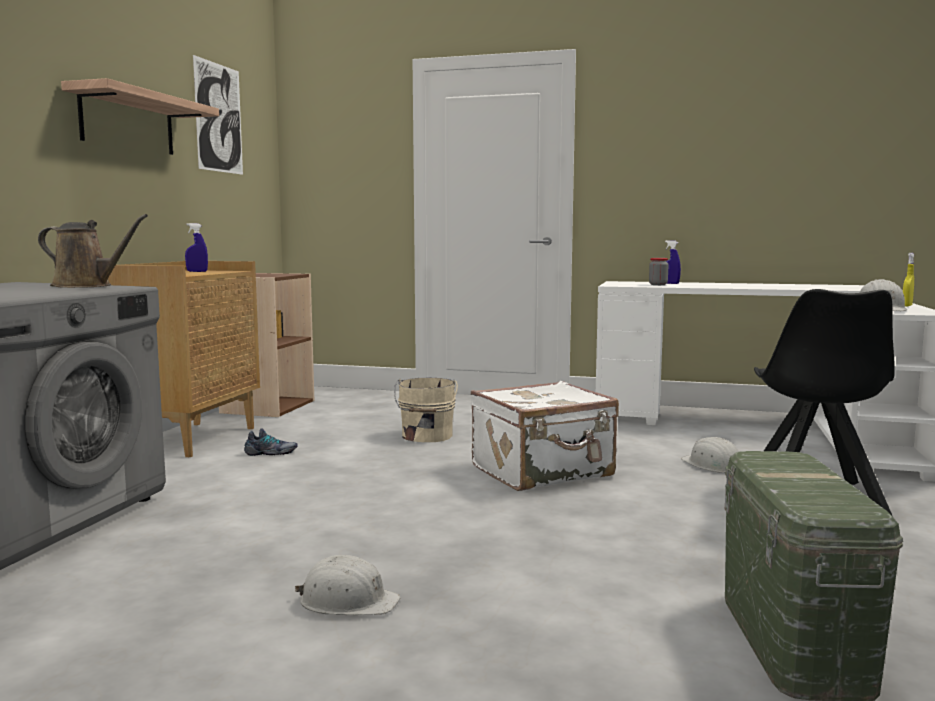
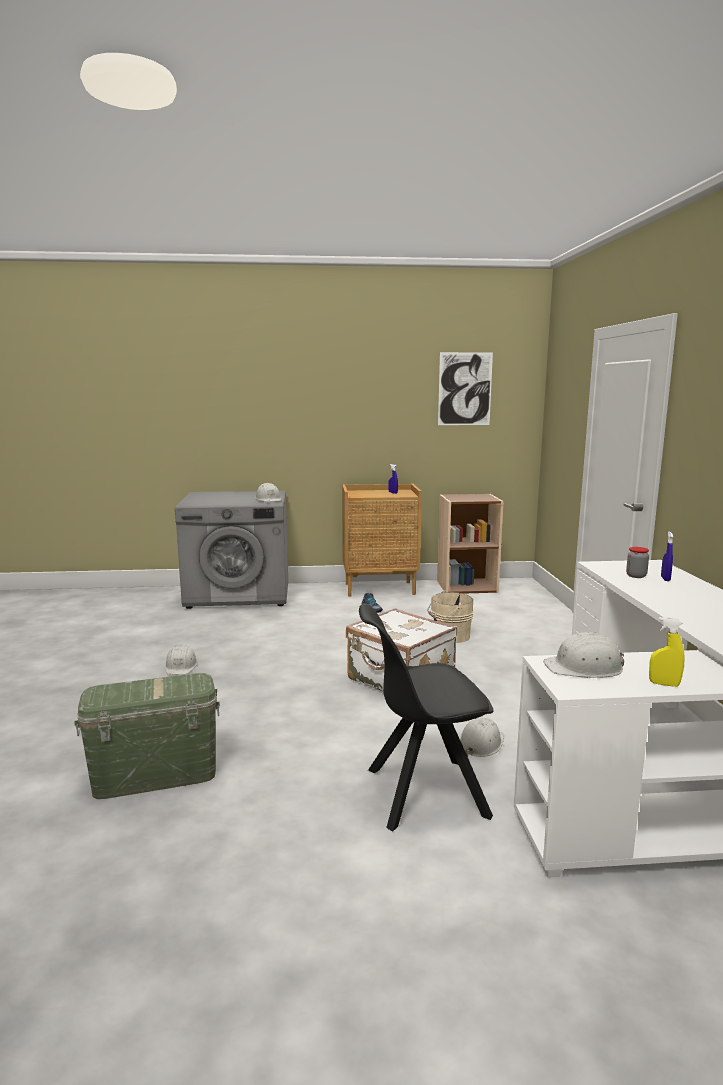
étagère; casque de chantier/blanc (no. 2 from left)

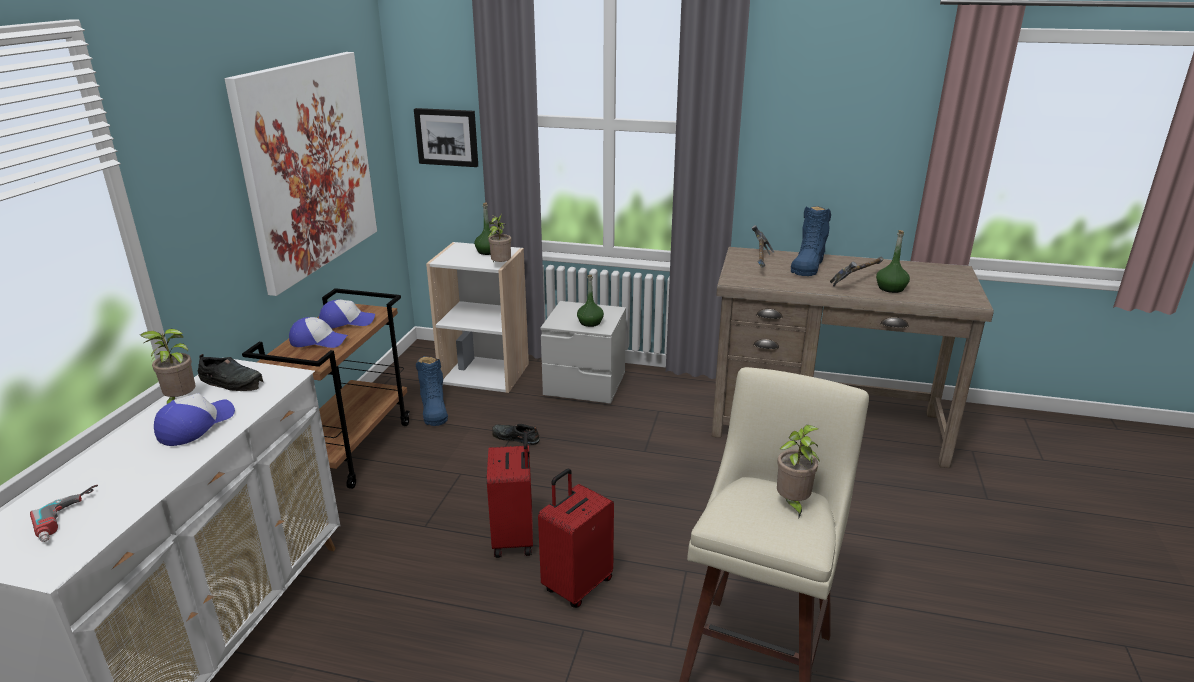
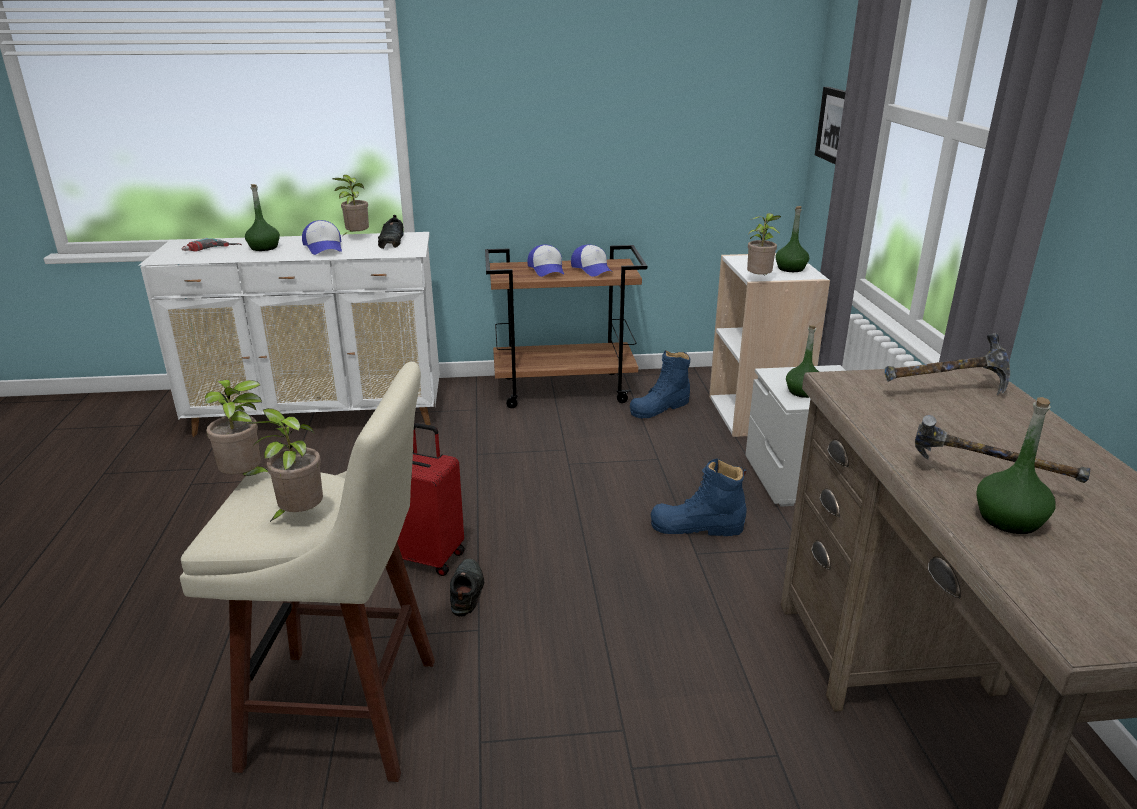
tableau (no. 1 from left in the first image); valise/rouge (no. 1 from left in the first image); plante en pot (no. 1 from left); bouteille/vert (no. 1 from left); chaussure/noir (no. 2 from left); botte/bleu (no. 2 from left); casquette (no. 1 from left)

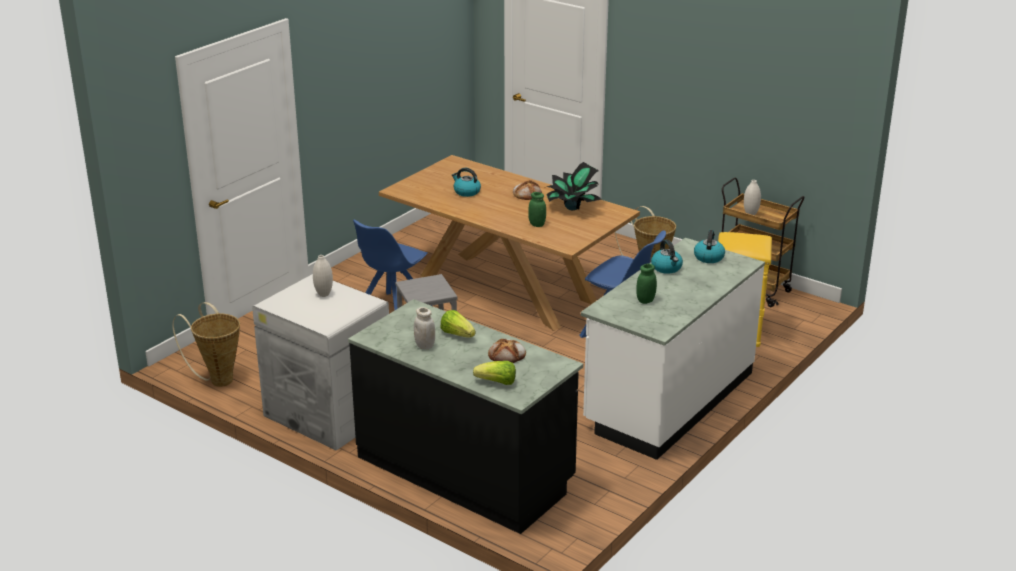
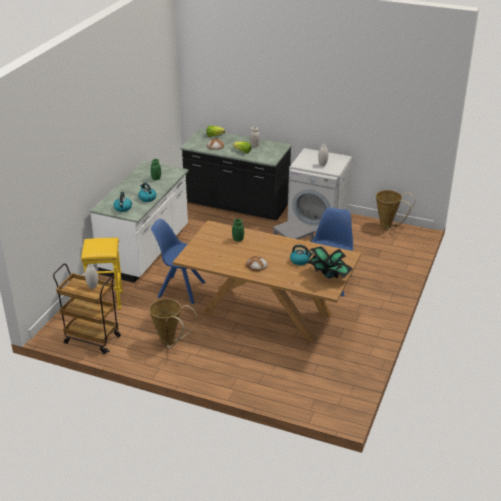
plante en pot

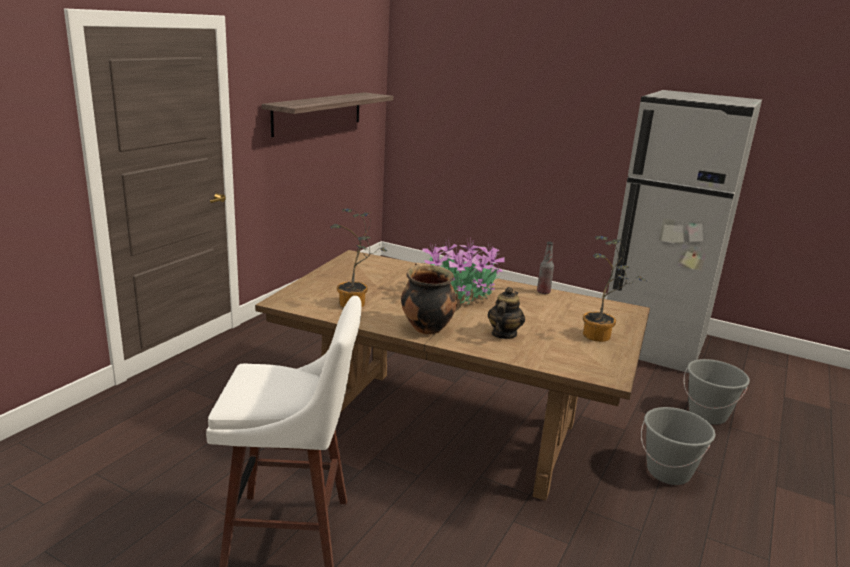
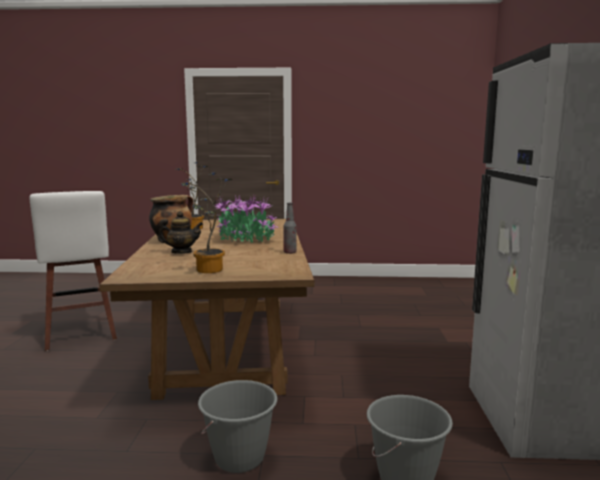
étagère

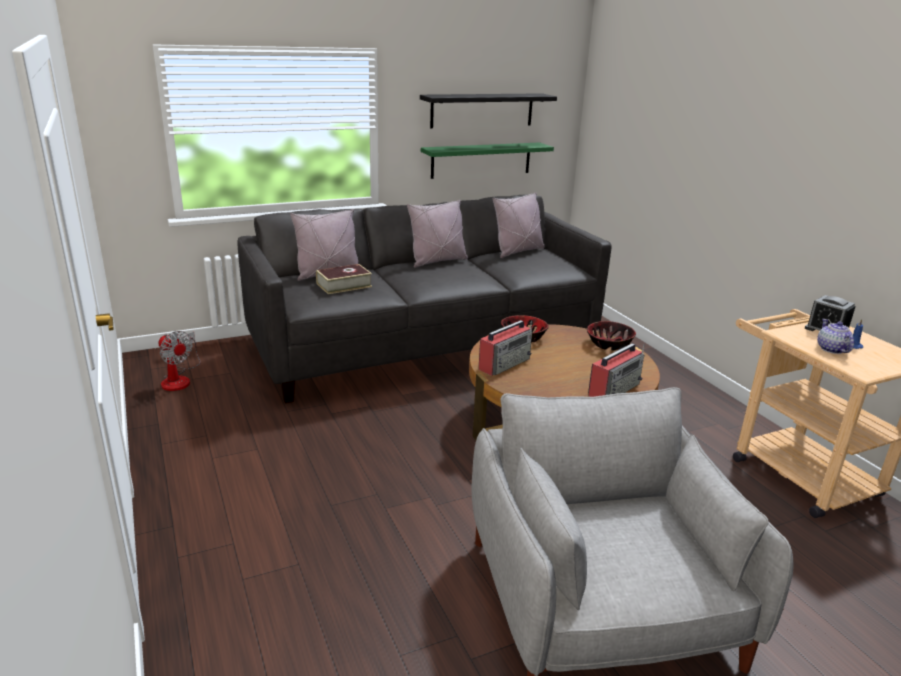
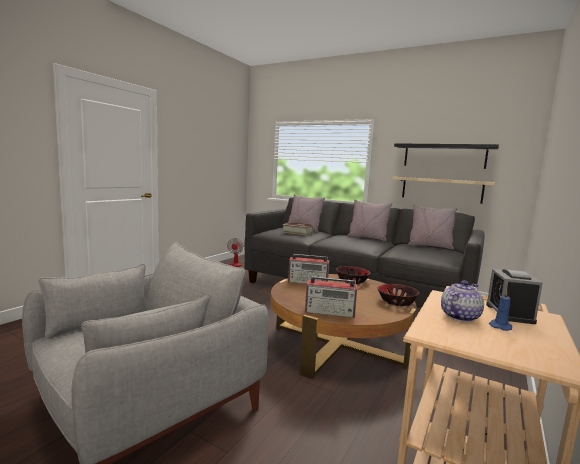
étagère/beige

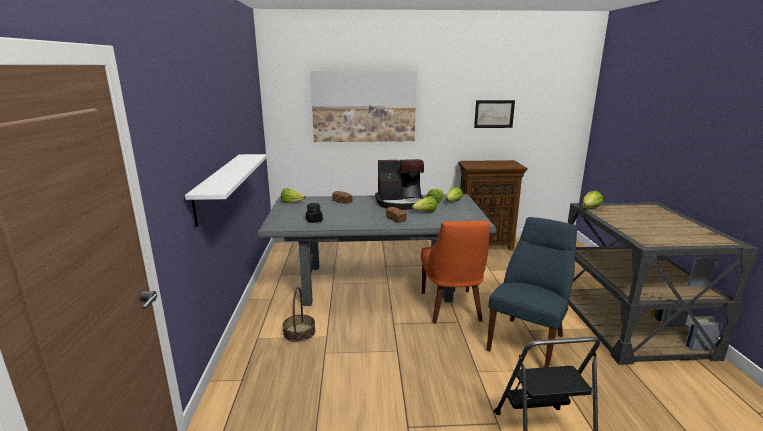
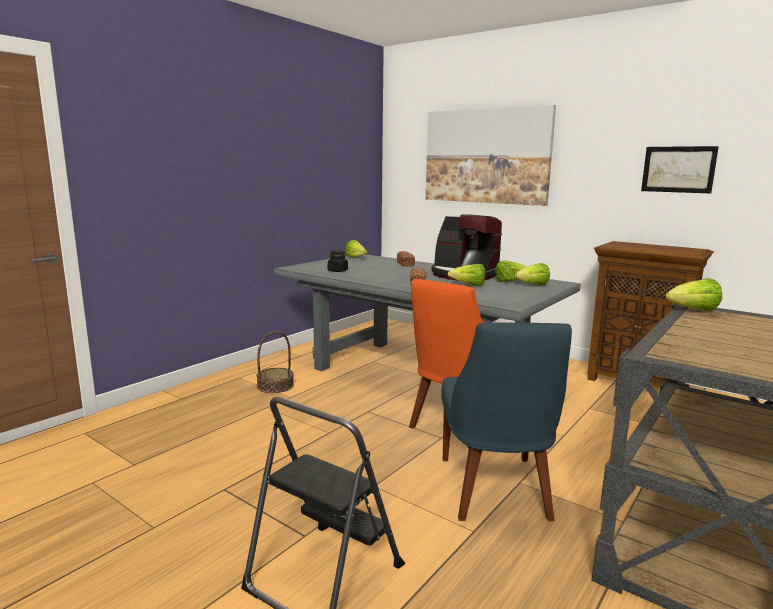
étagère/blanc; chaise/bleu

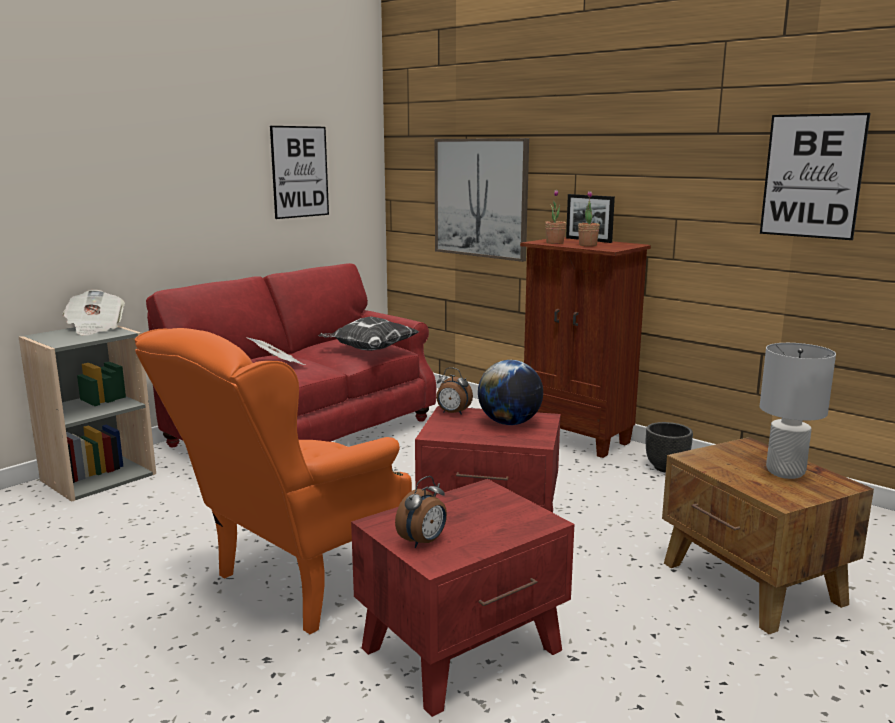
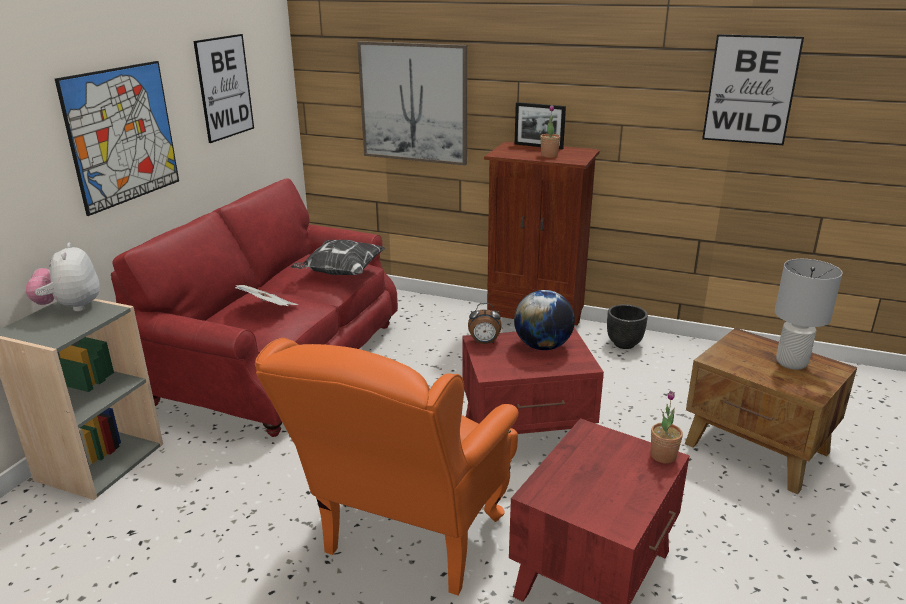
réveil (no. 1 from left in the first image); tableau (no. 1 from left); plante en pot (no. 2 from left); peluche

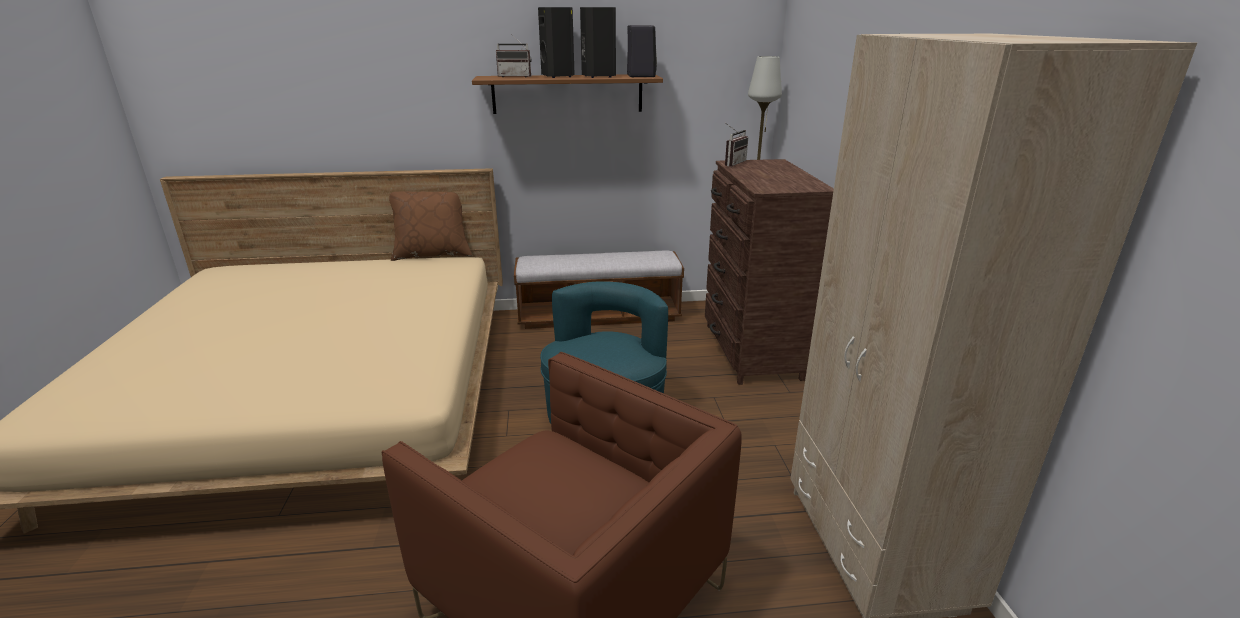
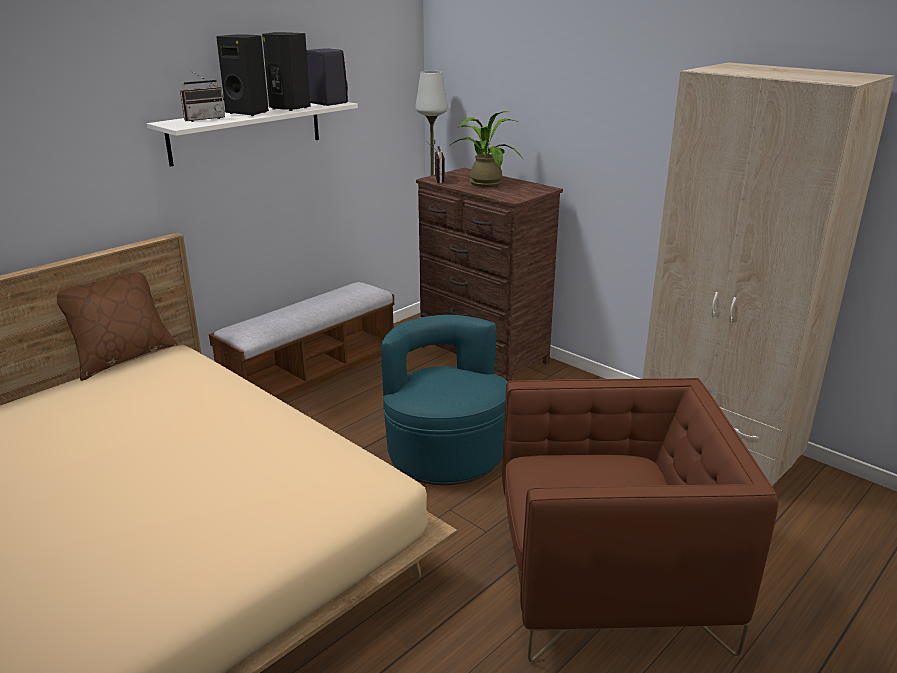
plante en pot; étagère/blanc

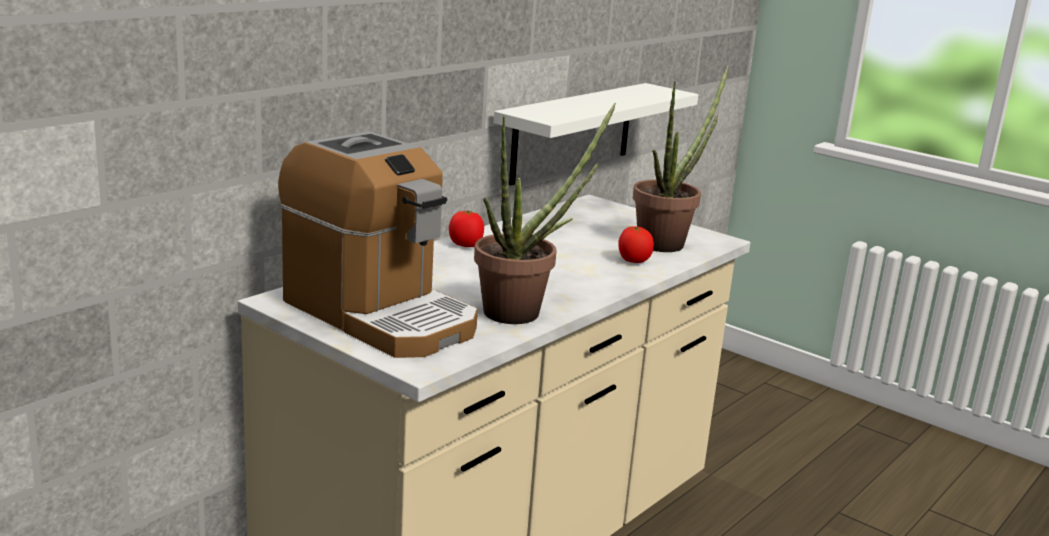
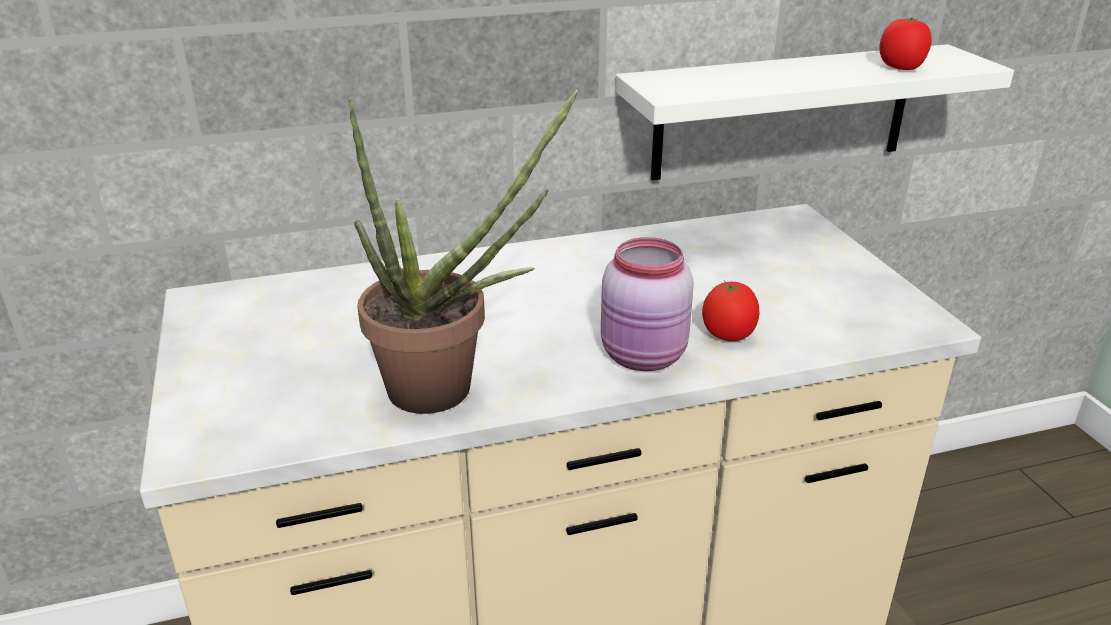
machine à café; plante en pot (no. 2 from left in the first image); bocal/rose; tomate (no. 2 from left)

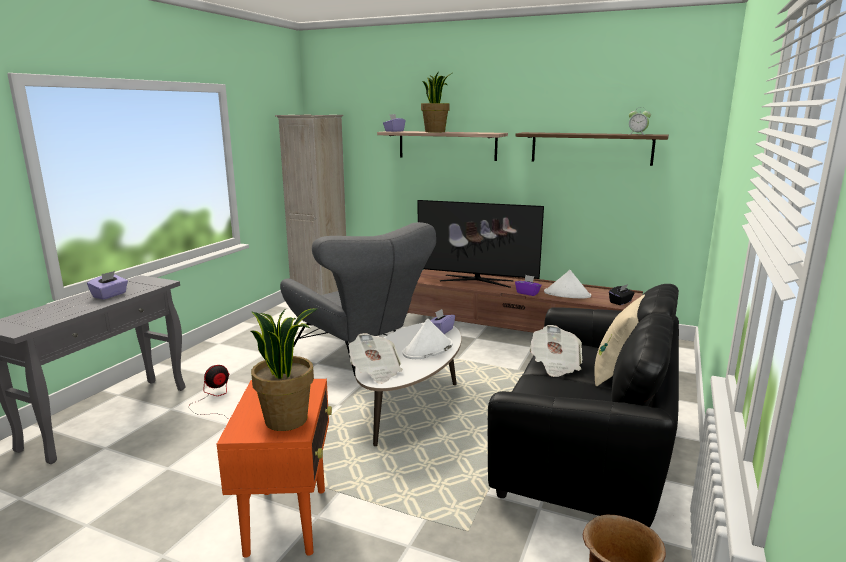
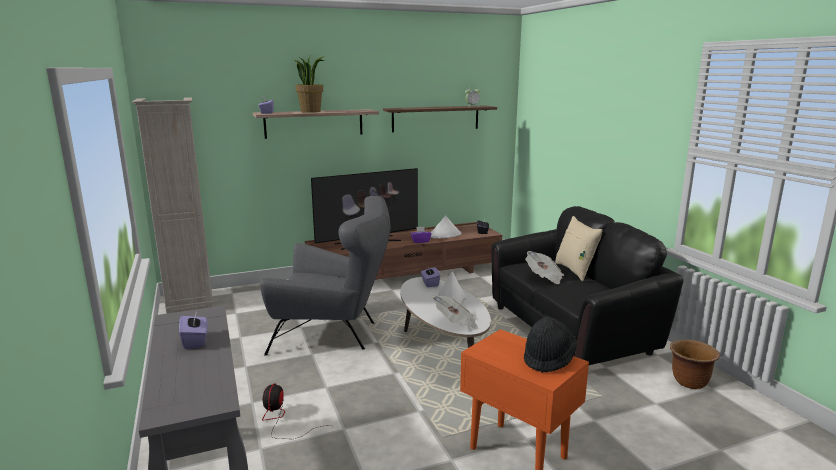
chapeau/noir

